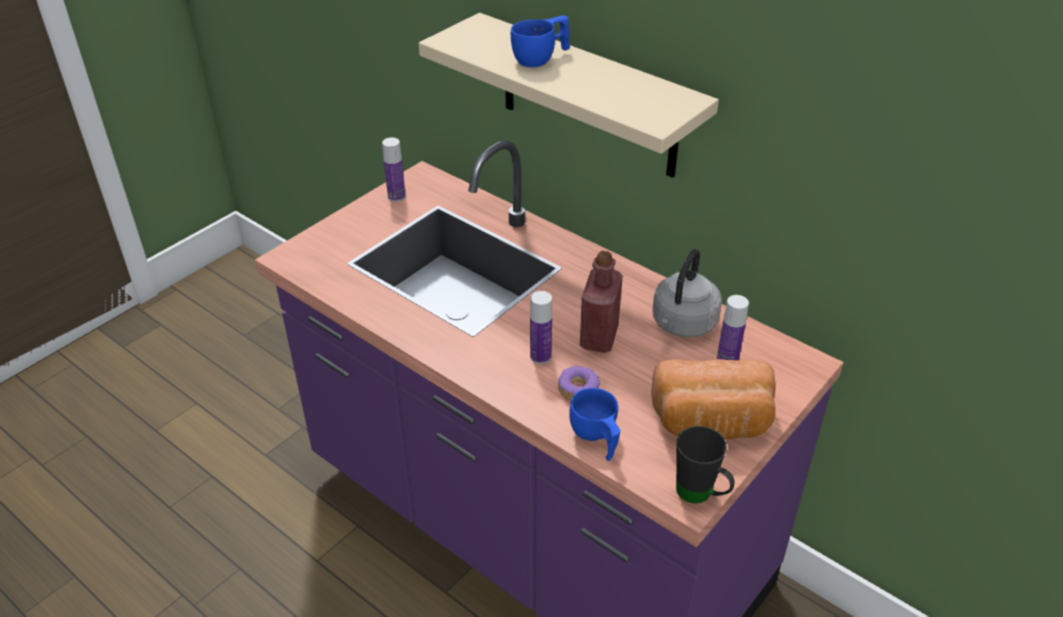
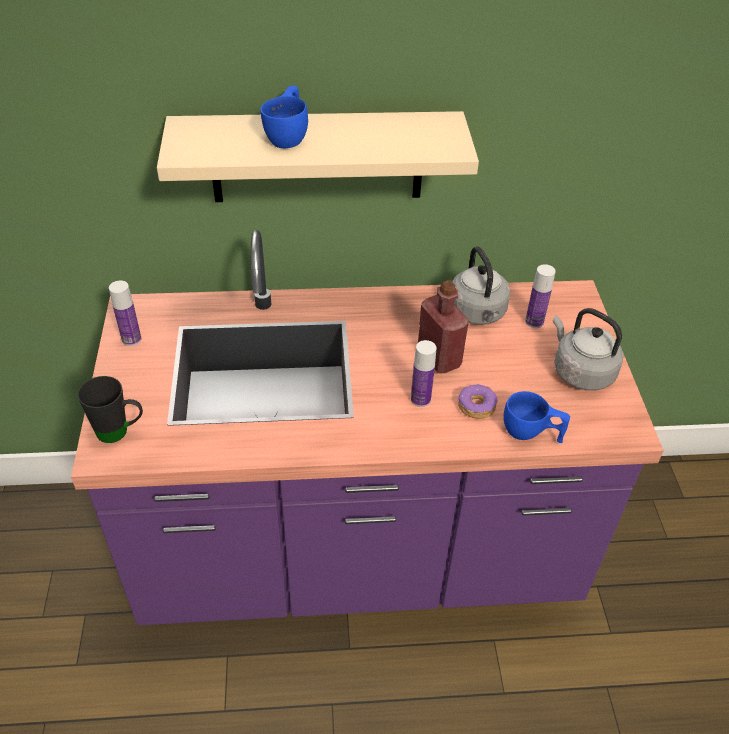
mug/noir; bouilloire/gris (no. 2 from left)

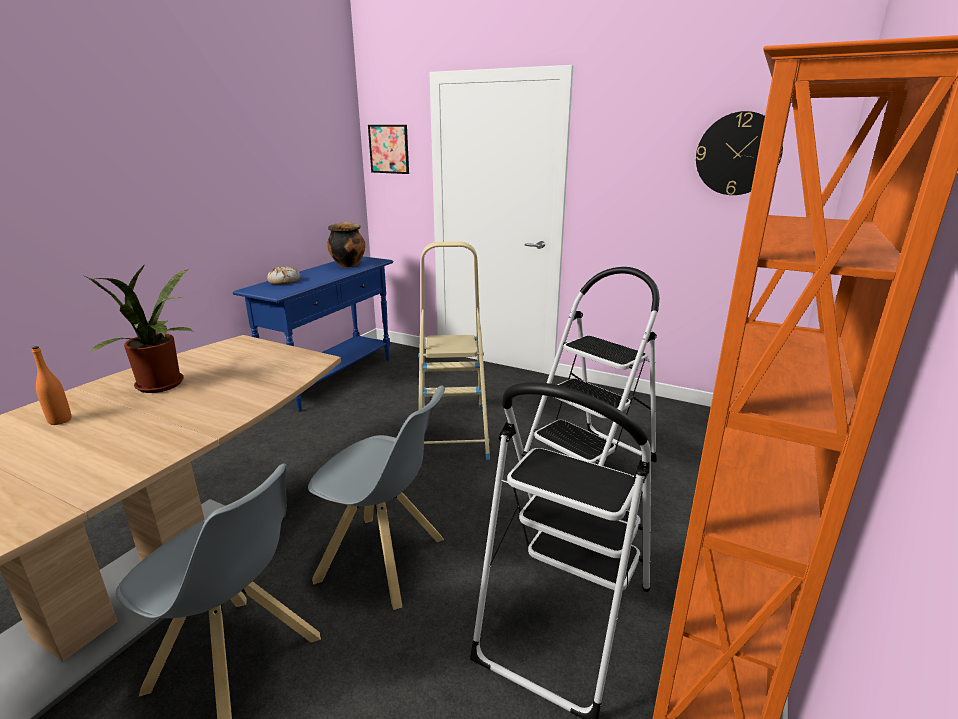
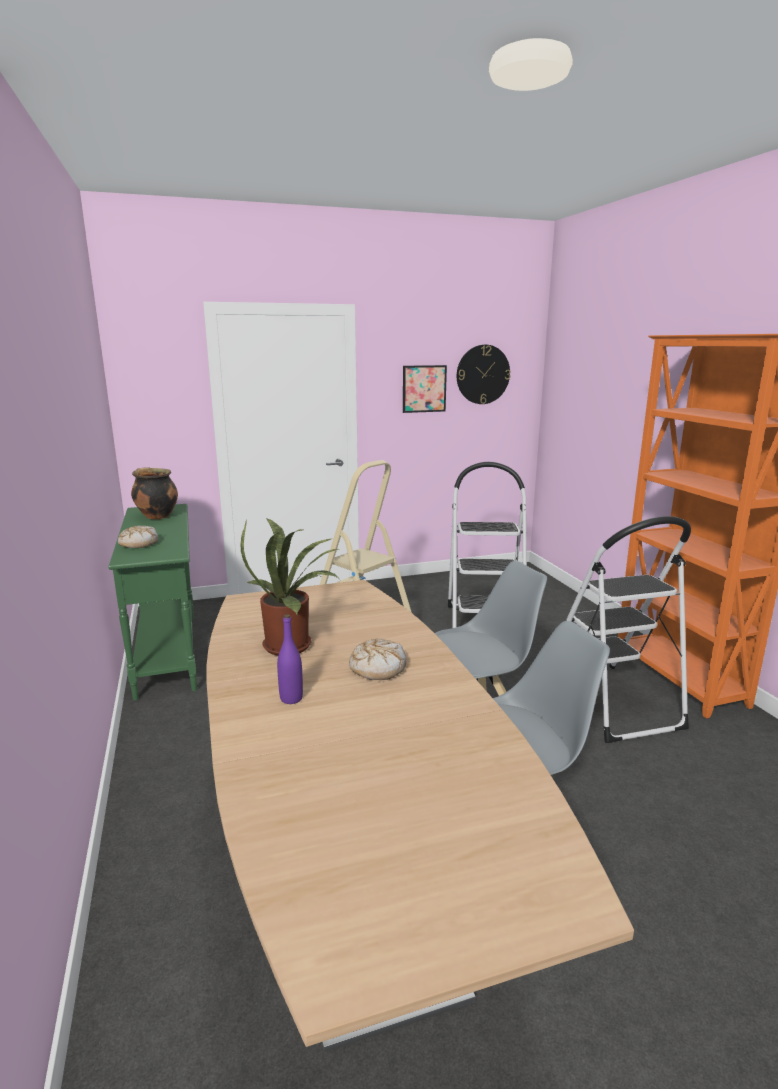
pain (no. 2 from left); tableau; bouteille/violet; table console/vert

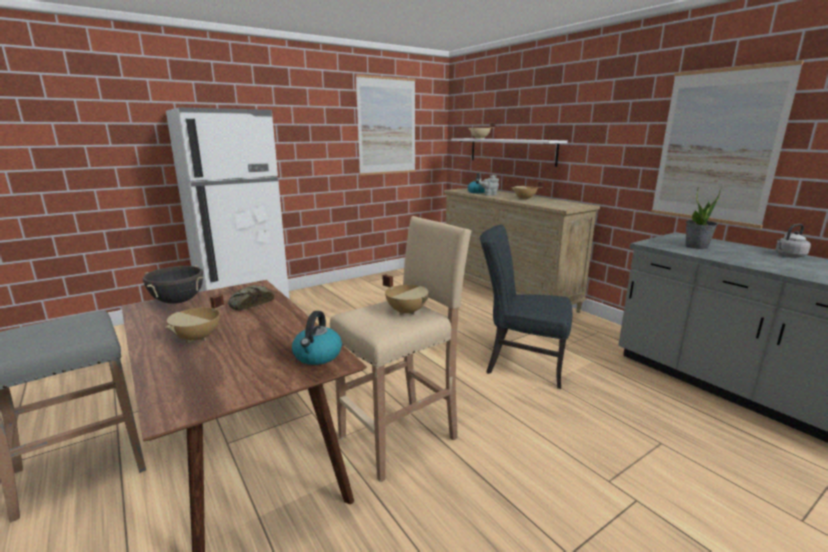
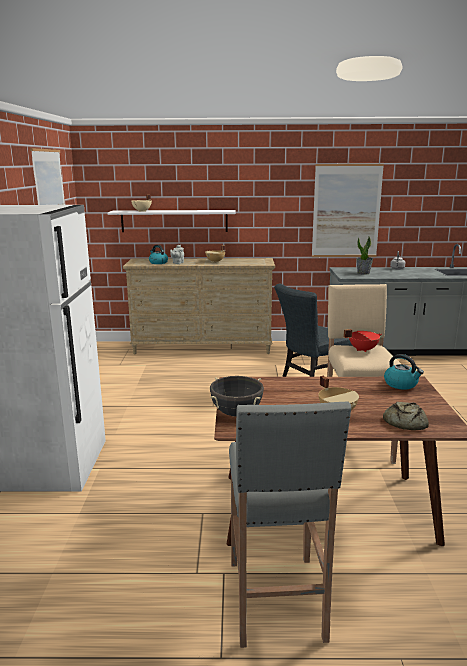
pain; marmite/rouge

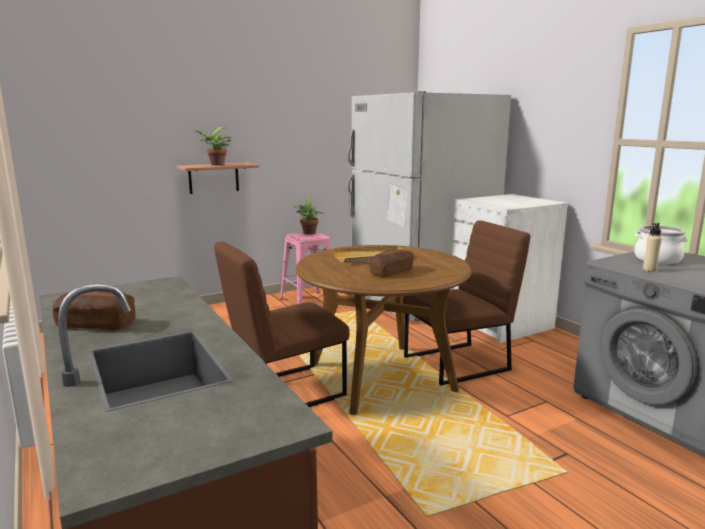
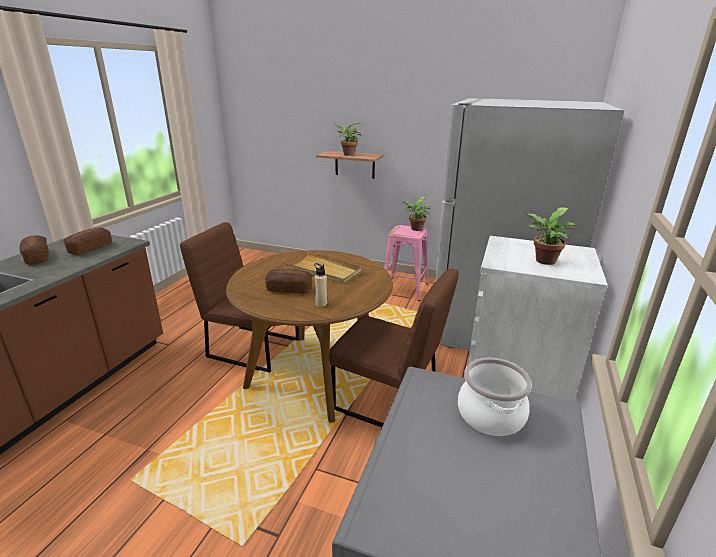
pain (no. 2 from left); plante en pot (no. 3 from left); bouteille/beige

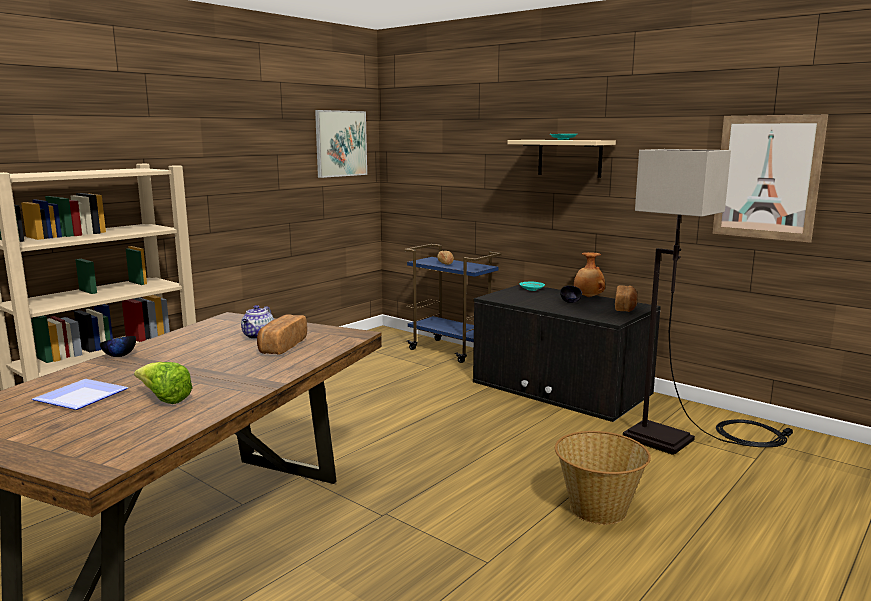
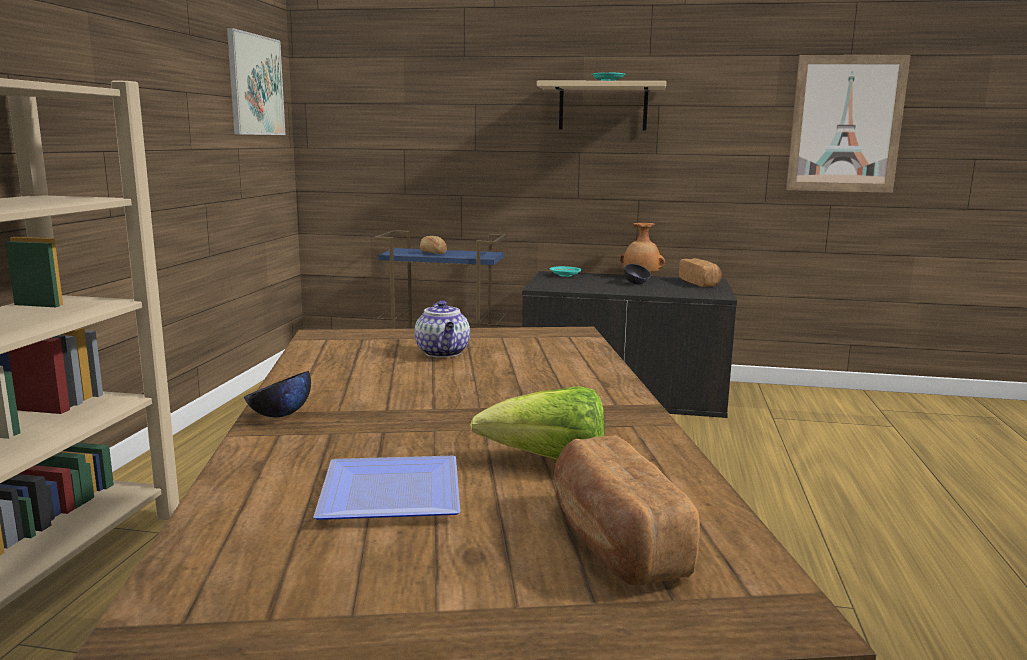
panier; lampadaire; pain (no. 2 from left)

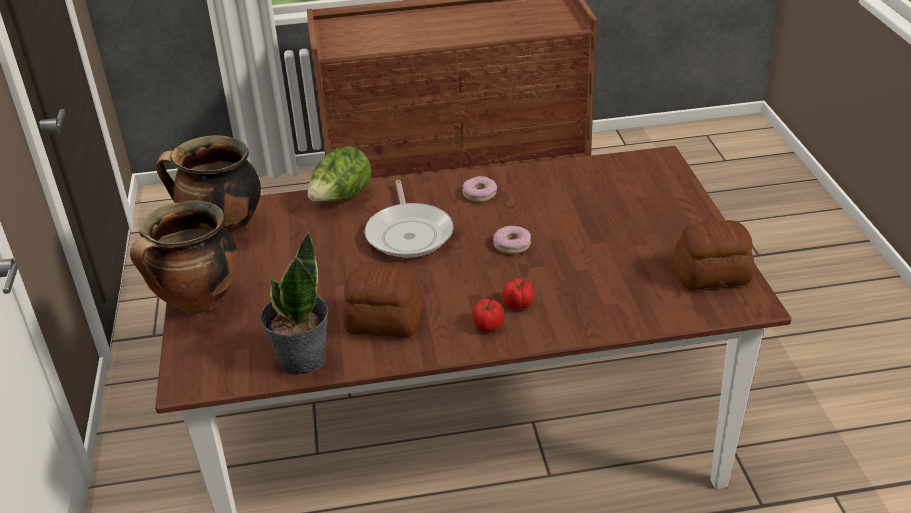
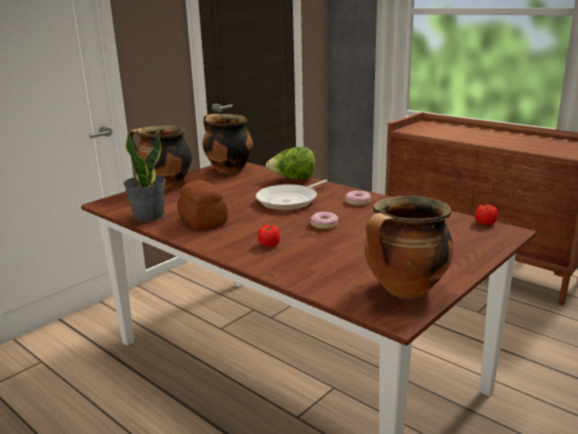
tomate (no. 2 from left); marmite (no. 3 from left)

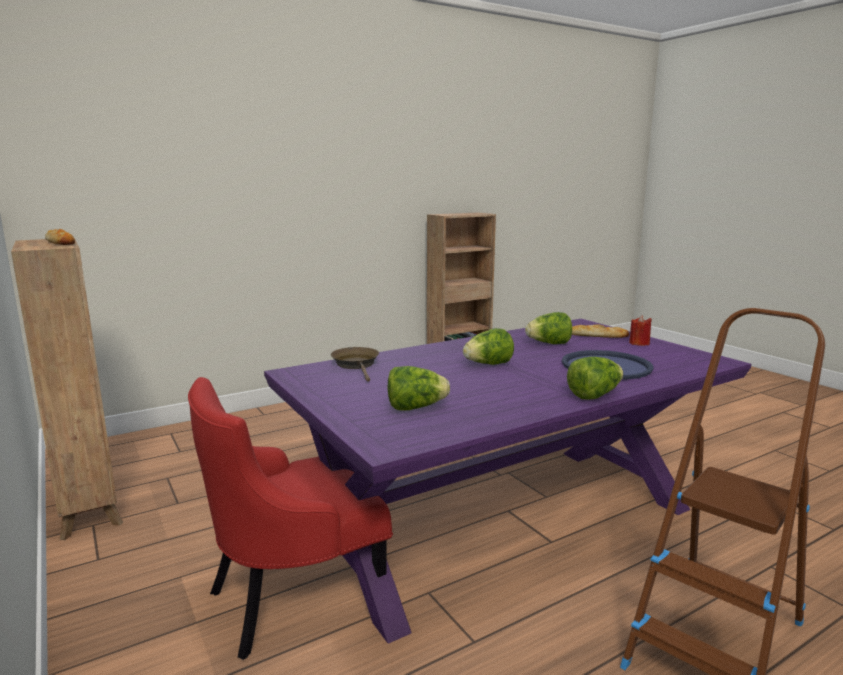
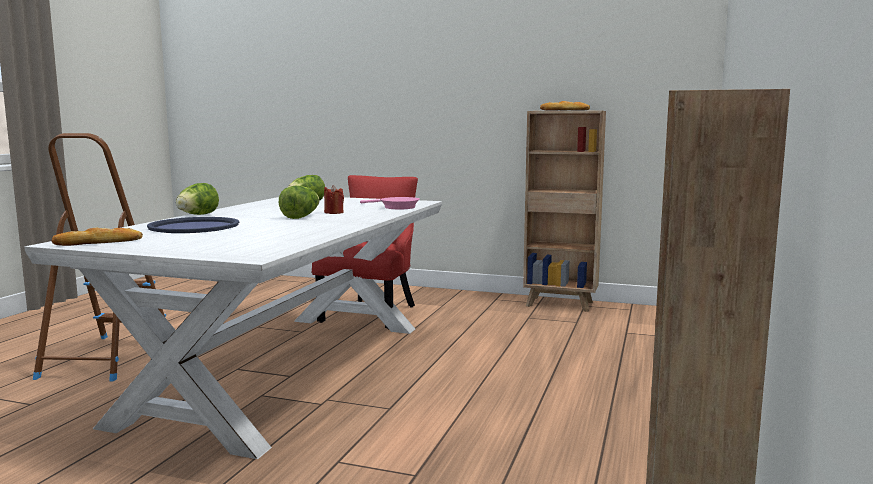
laitue (no. 3 from left in the first image); pain (no. 1 from left); bougie/rouge; table à manger/blanc; poêle/rose

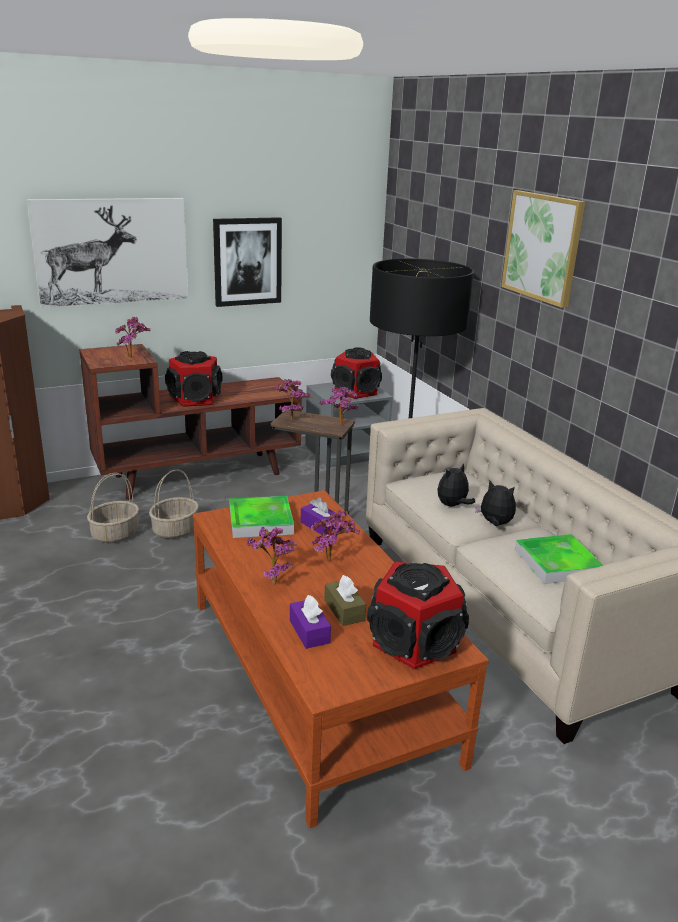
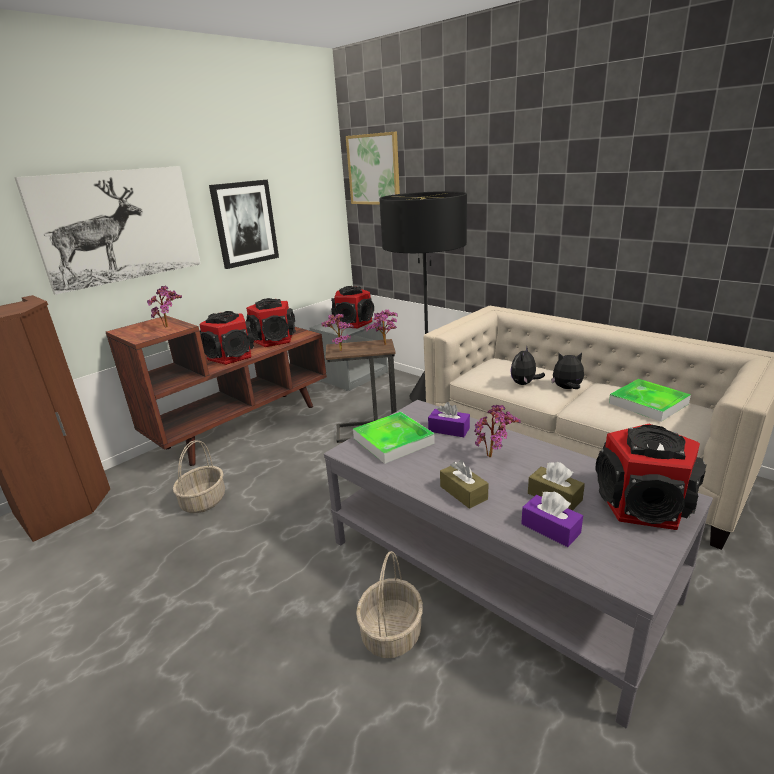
enceinte (no. 2 from left); panier (no. 2 from left); tableau (no. 3 from left); boîte à mouchoirs/marron (no. 1 from left); table basse/gris

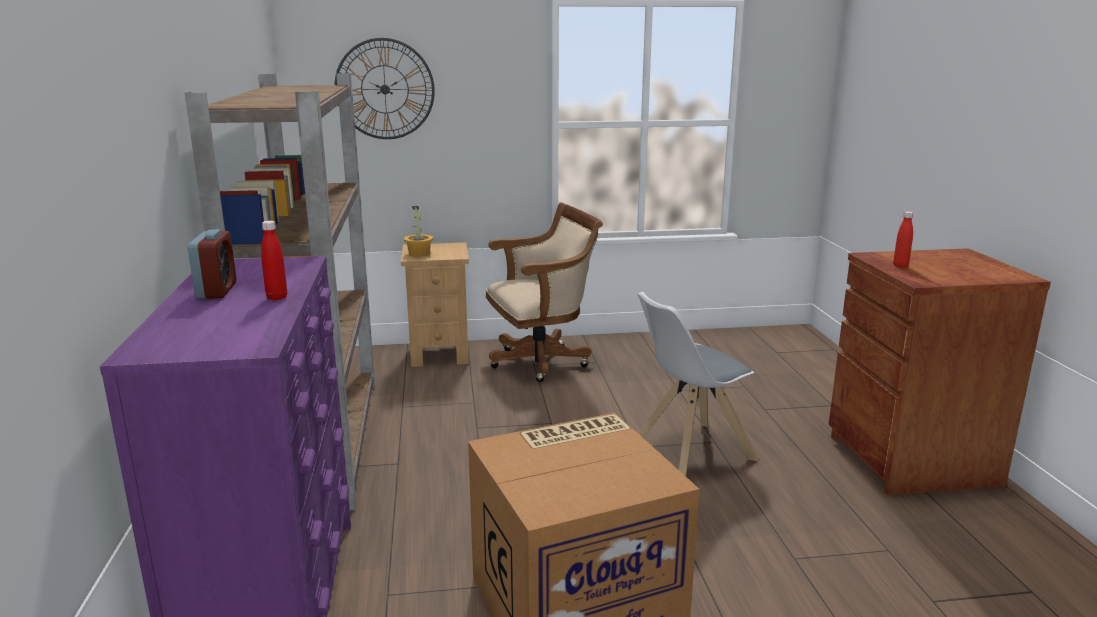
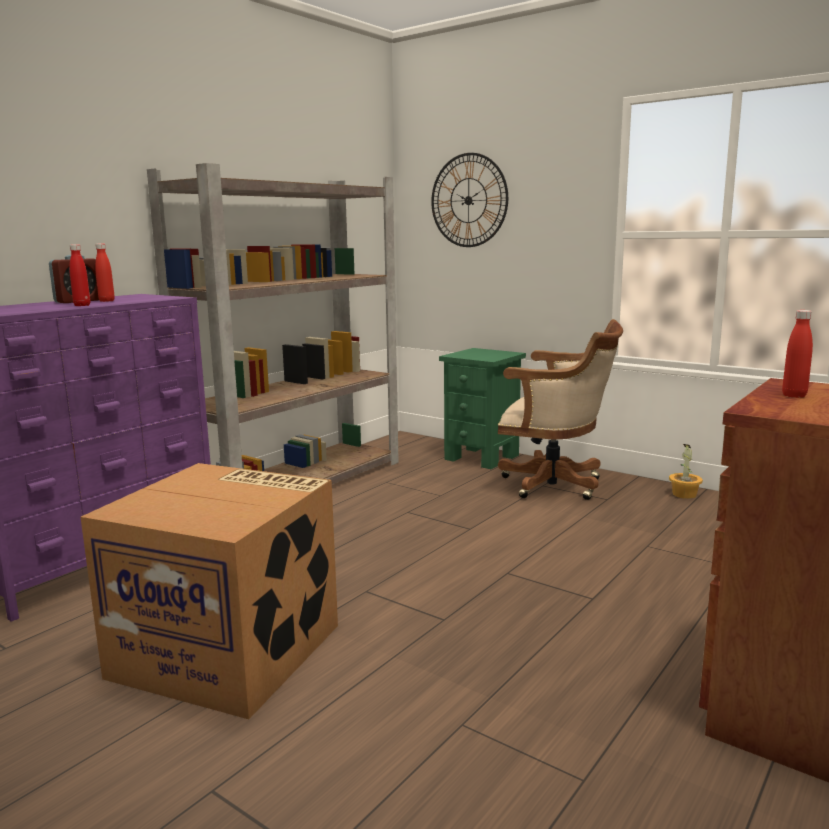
chaise; bouteille/rouge (no. 2 from left); plante en pot; table de chevet/vert

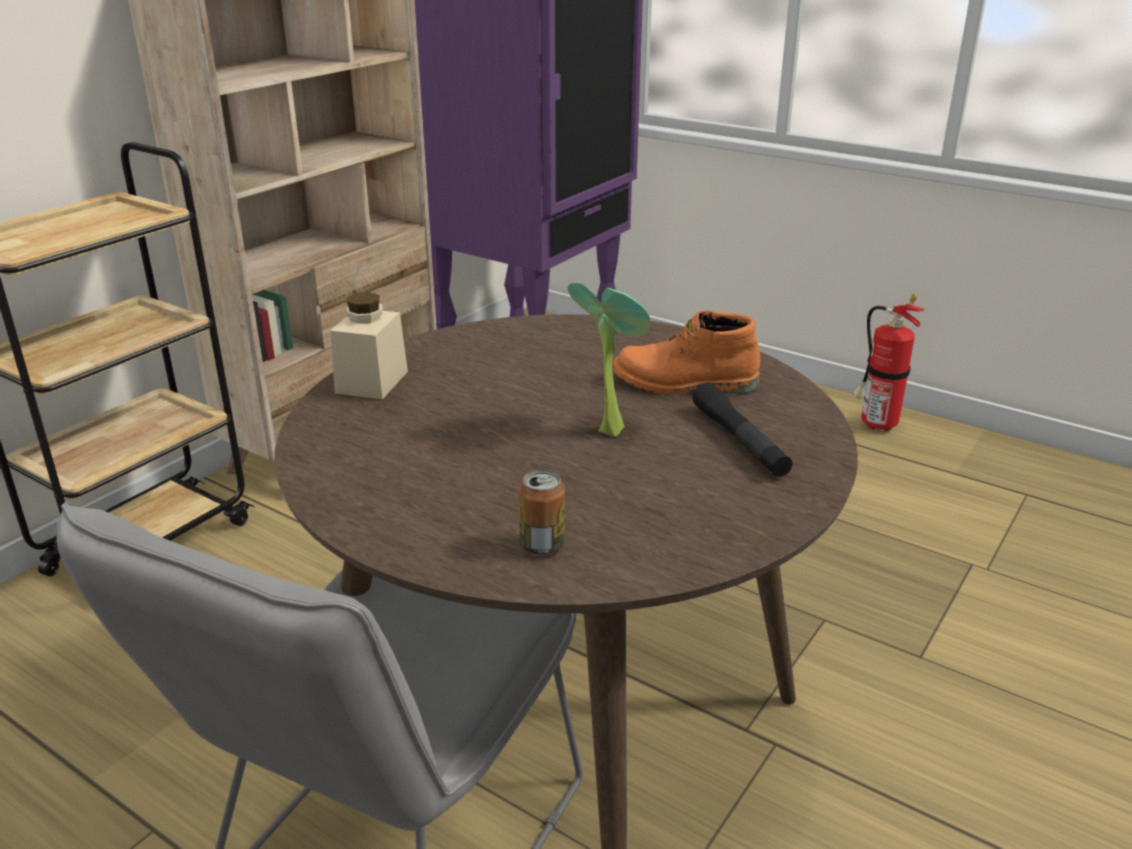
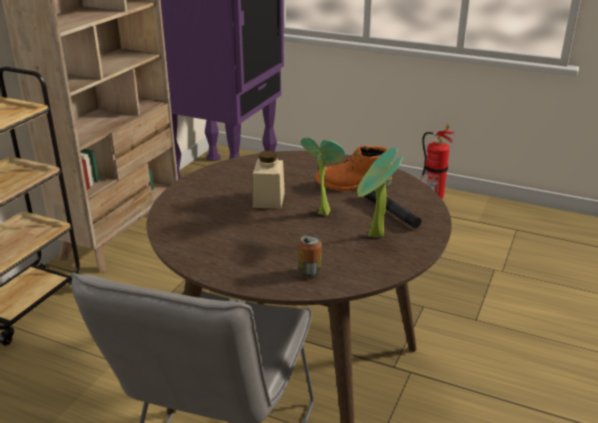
plante en pot (no. 2 from left); bocal/beige

